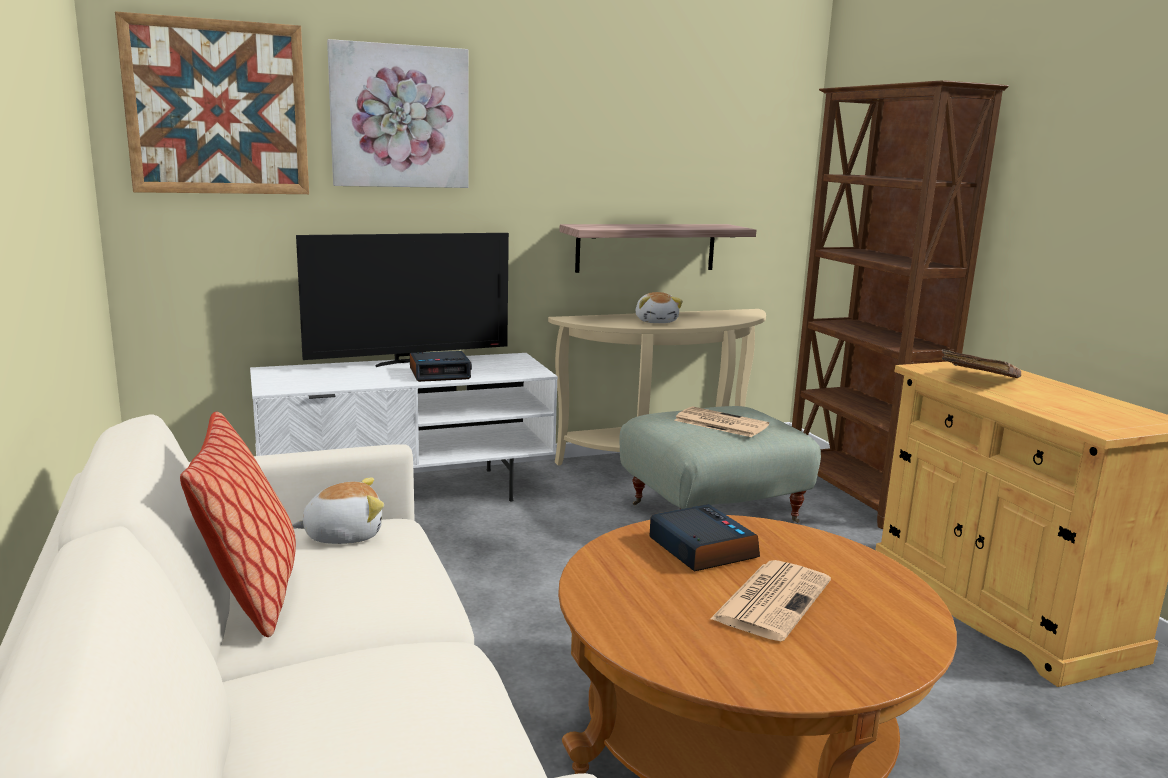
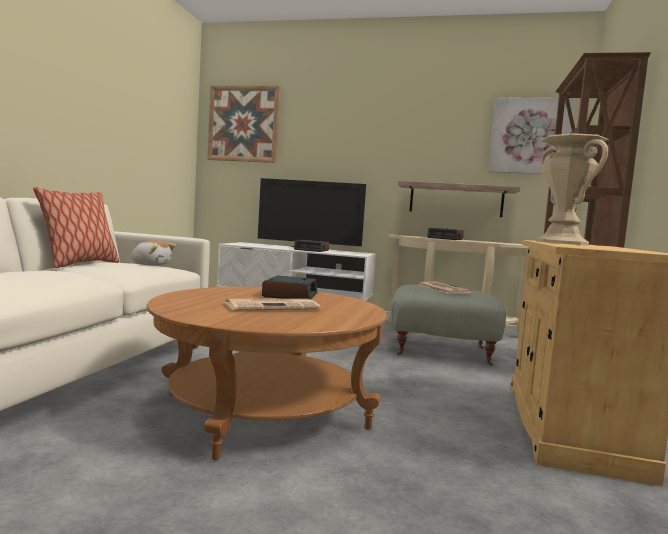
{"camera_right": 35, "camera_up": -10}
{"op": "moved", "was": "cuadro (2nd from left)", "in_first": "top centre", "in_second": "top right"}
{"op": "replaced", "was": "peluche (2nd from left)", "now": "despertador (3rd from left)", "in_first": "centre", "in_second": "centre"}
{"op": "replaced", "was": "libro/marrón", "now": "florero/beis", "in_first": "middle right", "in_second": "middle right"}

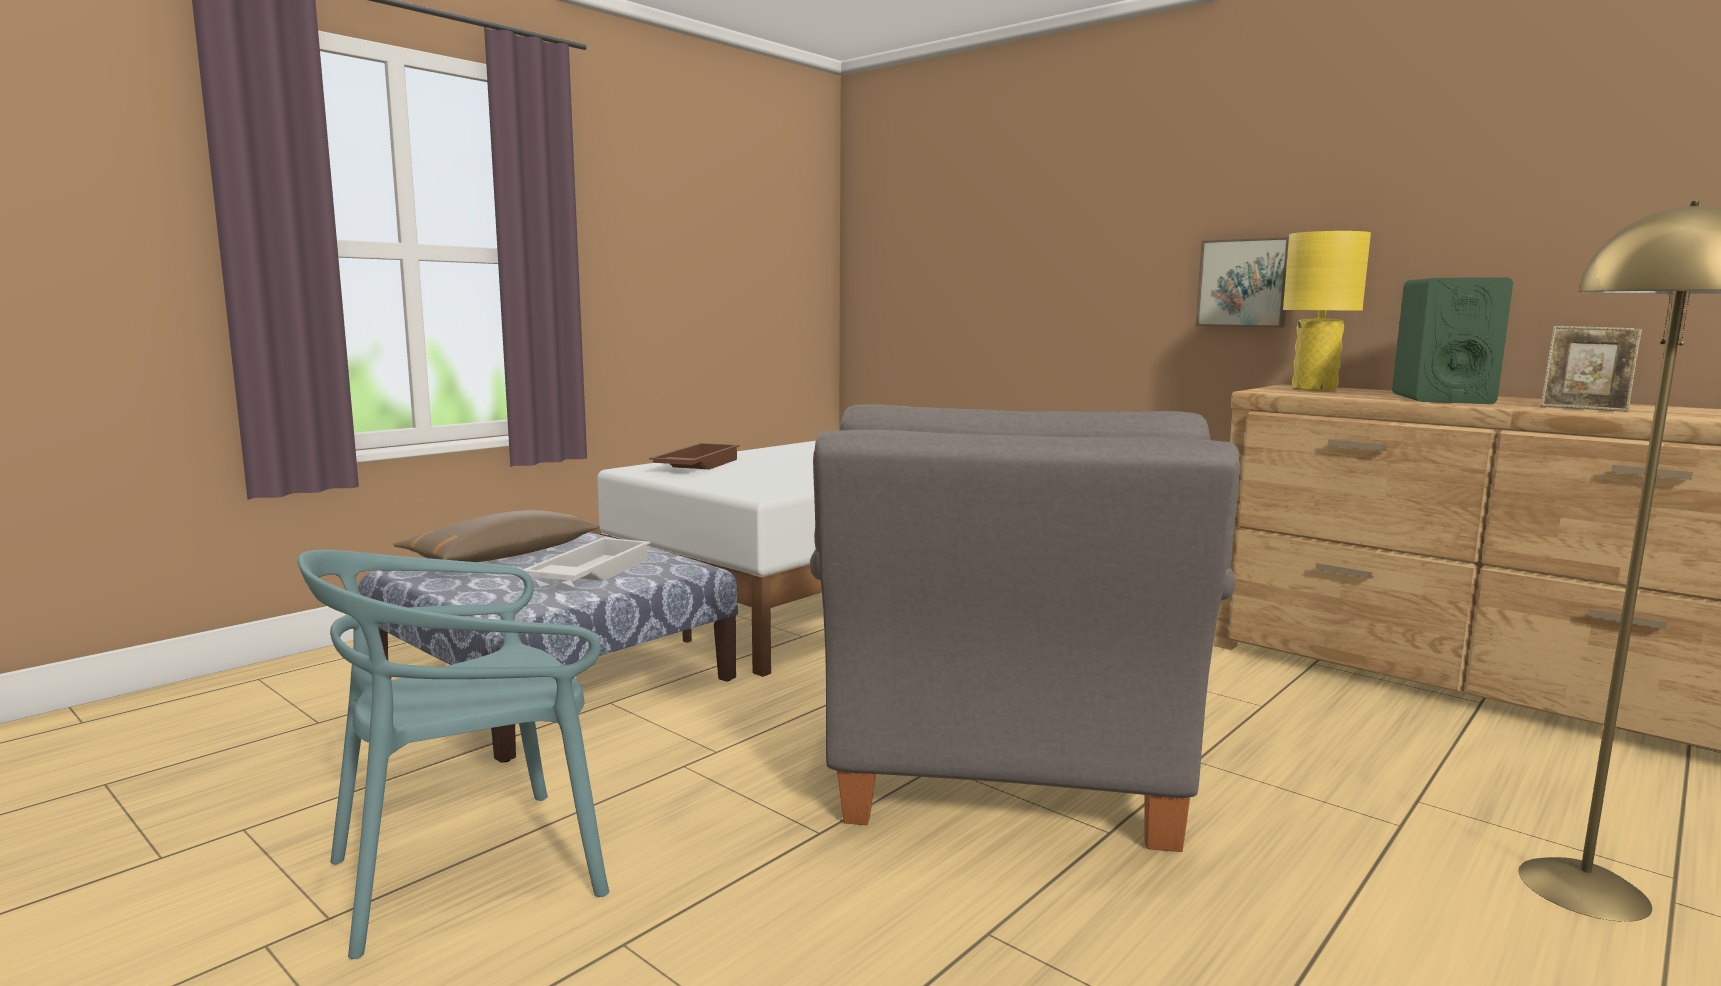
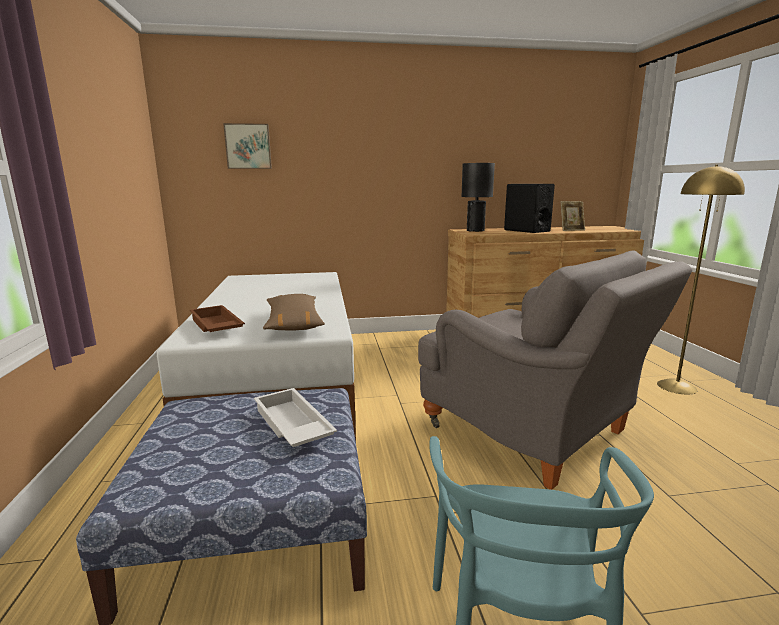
{"camera_right": -50, "camera_up": 5}
{"op": "recoloured", "was": "lámpara de mesa/amarillo", "now": "lámpara de mesa/negro", "in_first": "top right", "in_second": "top centre"}
{"op": "moved", "was": "cuadro", "in_first": "top right", "in_second": "top left"}
{"op": "recoloured", "was": "altavoz/verde", "now": "altavoz/negro", "in_first": "middle right", "in_second": "top right"}
{"op": "moved", "was": "cojín/marrón", "in_first": "middle left", "in_second": "centre"}

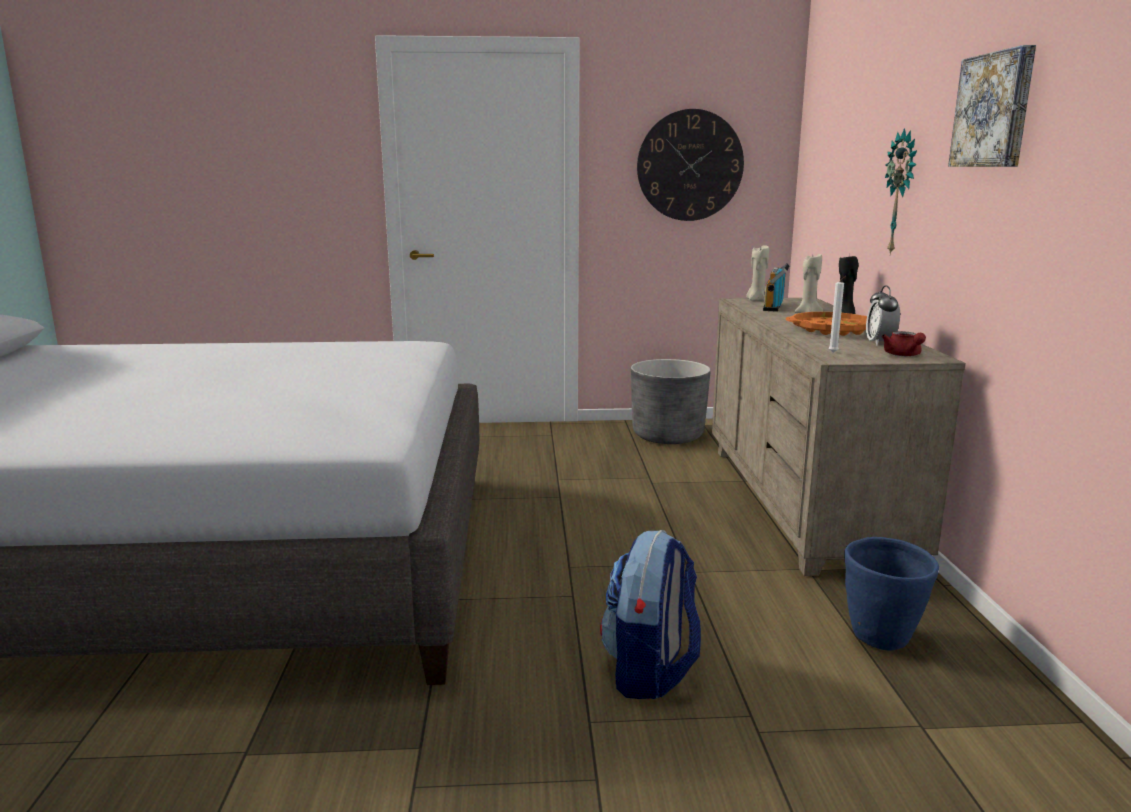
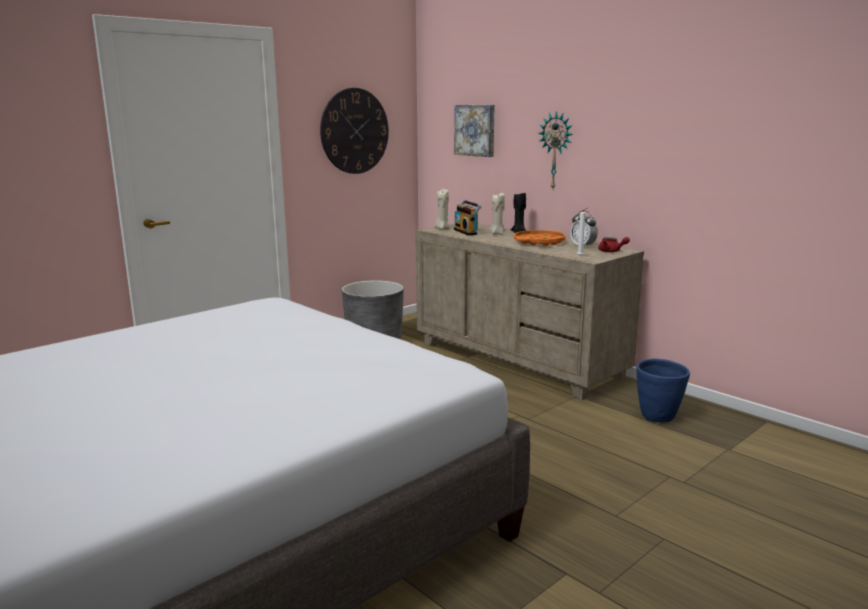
{"camera_right": -40, "camera_up": 0}
{"op": "moved", "was": "cuadro", "in_first": "top right", "in_second": "top centre"}
{"op": "removed", "was": "mochila", "in_first": "bottom centre"}

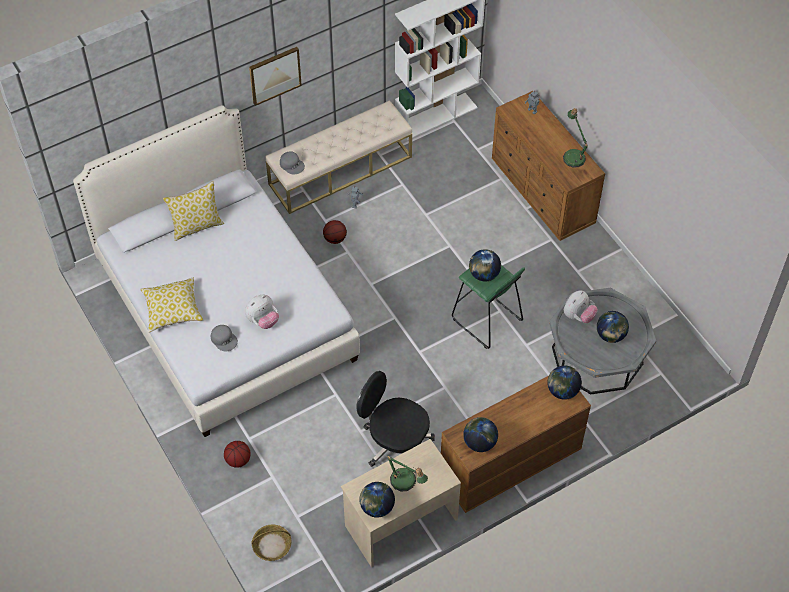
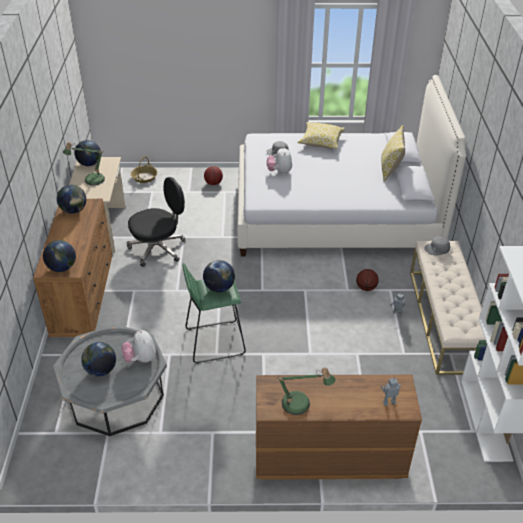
{"camera_right": 120, "camera_up": -15}
{"op": "removed", "was": "cuadro", "in_first": "top centre"}

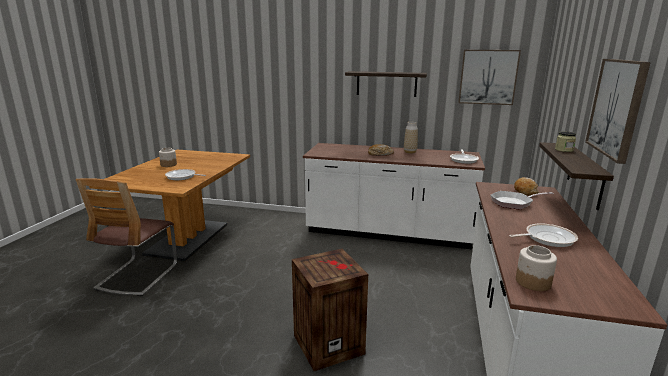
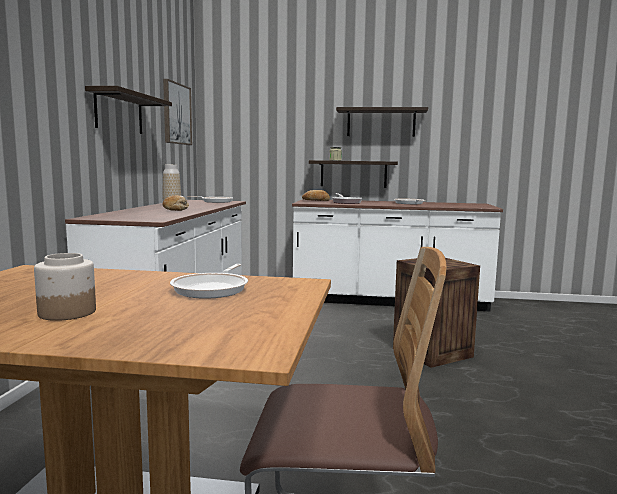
{"camera_right": -95, "camera_up": -10}
{"op": "replaced", "was": "cuadro (2nd from left)", "now": "estante (3rd from left)", "in_first": "top right", "in_second": "top centre"}
{"op": "removed", "was": "tarro (2nd from left)", "in_first": "bottom right"}

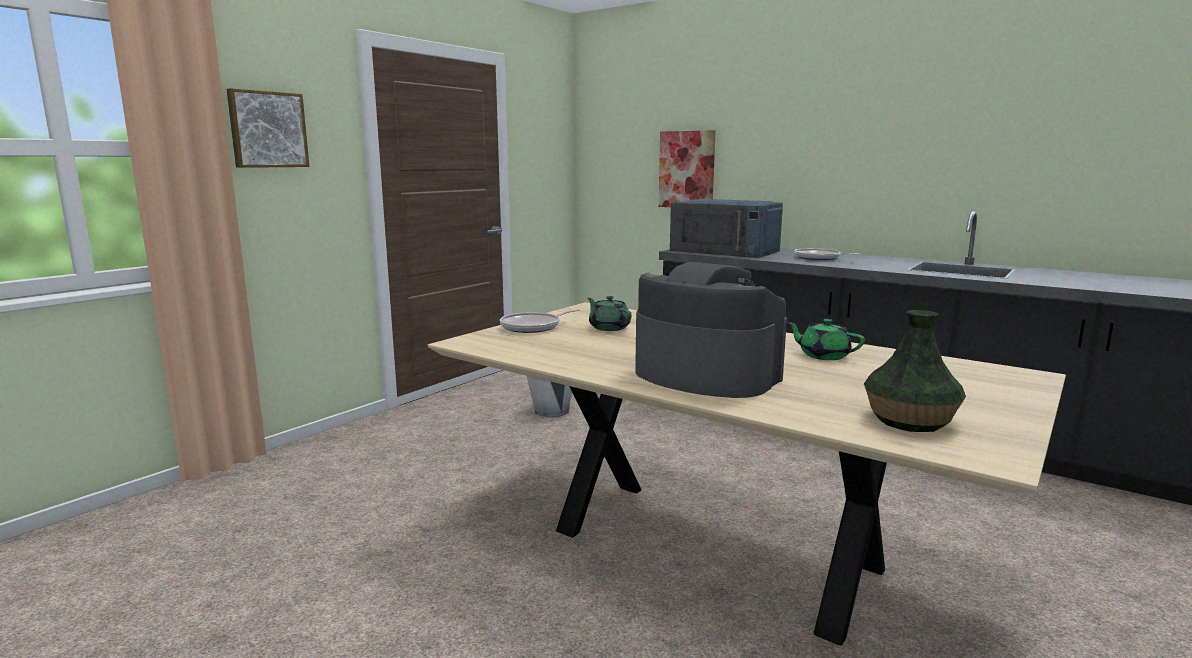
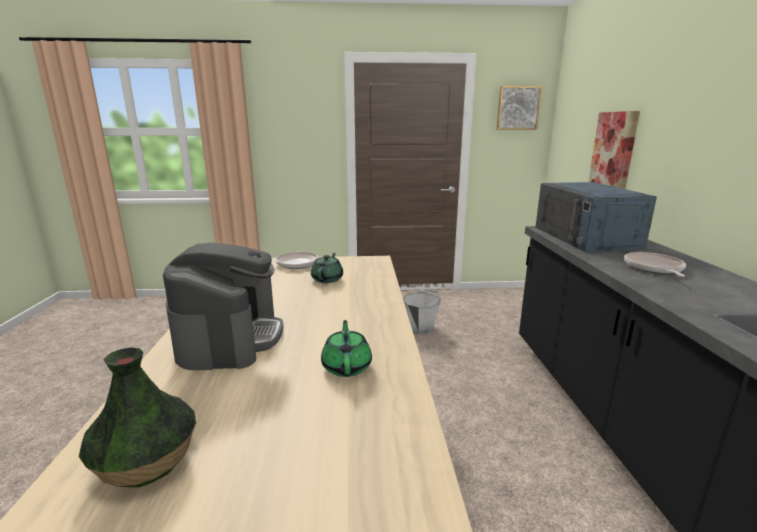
{"camera_right": 50, "camera_up": 5}
{"op": "moved", "was": "cuadro (1st from left)", "in_first": "top left", "in_second": "top right"}

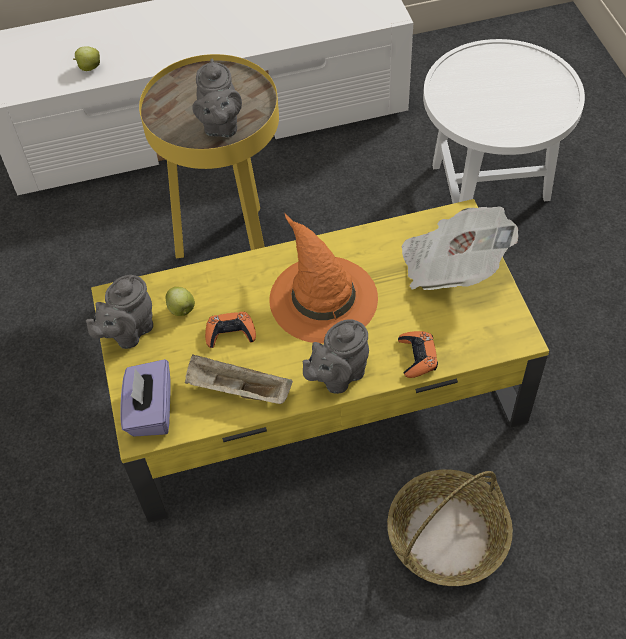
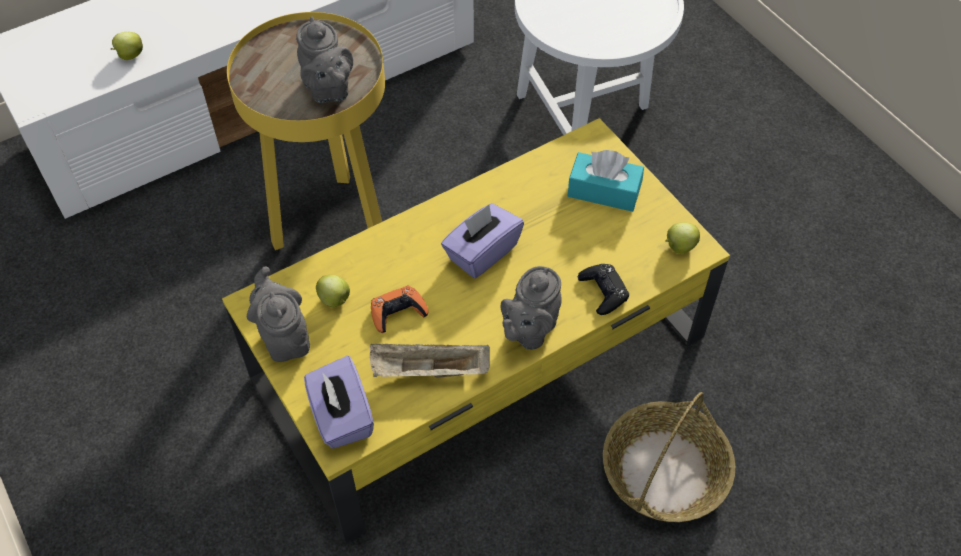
{"camera_right": -20, "camera_up": 0}
{"op": "replaced", "was": "periódico", "now": "caja de pañuelos/turquesa", "in_first": "middle right", "in_second": "top centre"}
{"op": "replaced", "was": "sombrero/naranja", "now": "caja de pañuelos/morado (2nd from left)", "in_first": "centre", "in_second": "centre"}
{"op": "turned", "was": "tetera/gris (1st from left)", "in_first": "middle left", "in_second": "middle left", "clockwise": 135}
{"op": "recoloured", "was": "mando de consola/naranja (2nd from left)", "now": "mando de consola/negro", "in_first": "middle right", "in_second": "centre"}
{"op": "added", "now": "manzana (3rd from left)", "in_second": "middle right"}

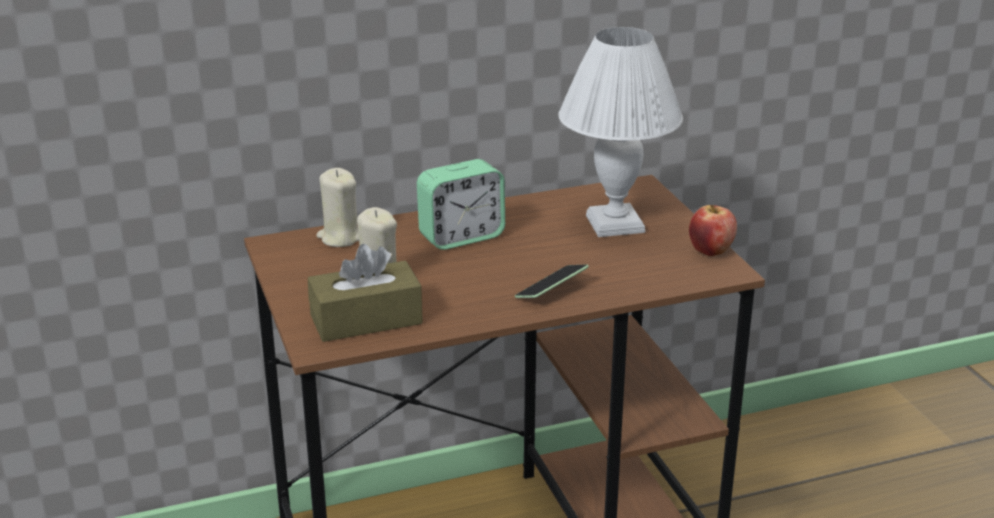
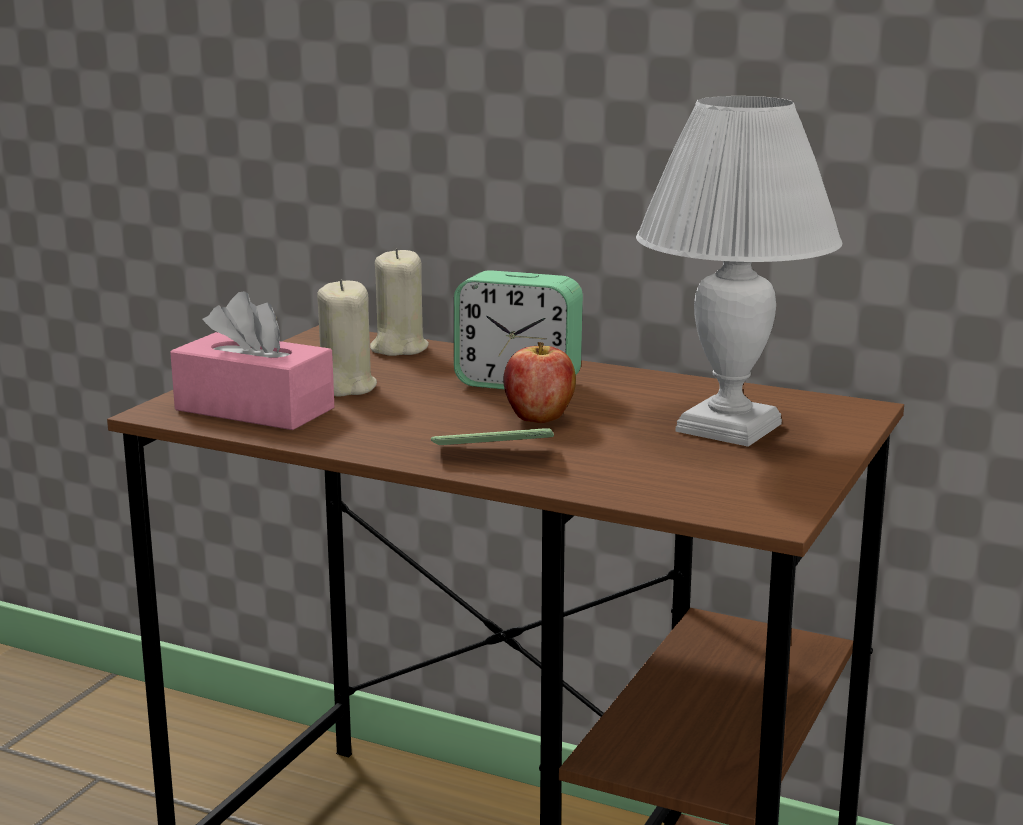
{"camera_right": 45, "camera_up": -10}
{"op": "moved", "was": "manzana", "in_first": "middle right", "in_second": "centre"}
{"op": "recoloured", "was": "caja de pañuelos/marrón", "now": "caja de pañuelos/rosa", "in_first": "centre", "in_second": "middle left"}

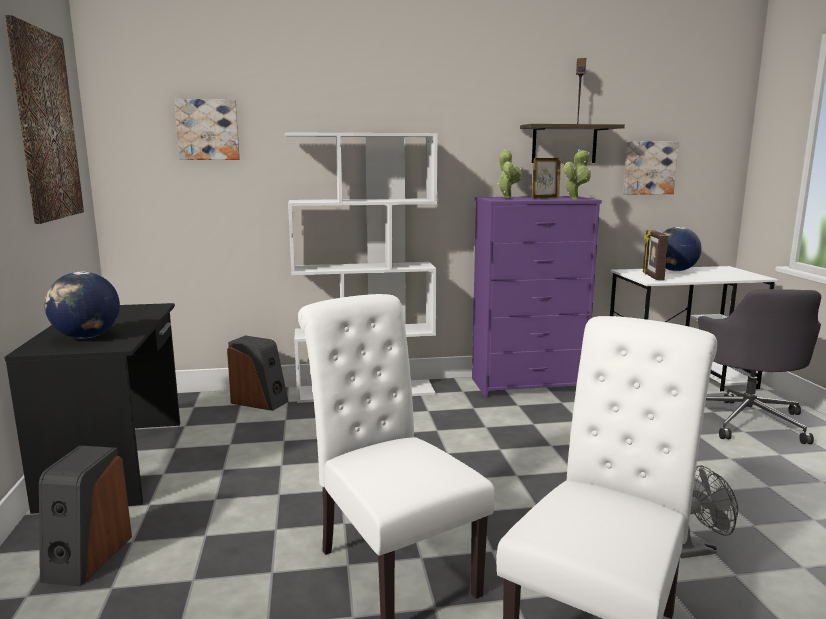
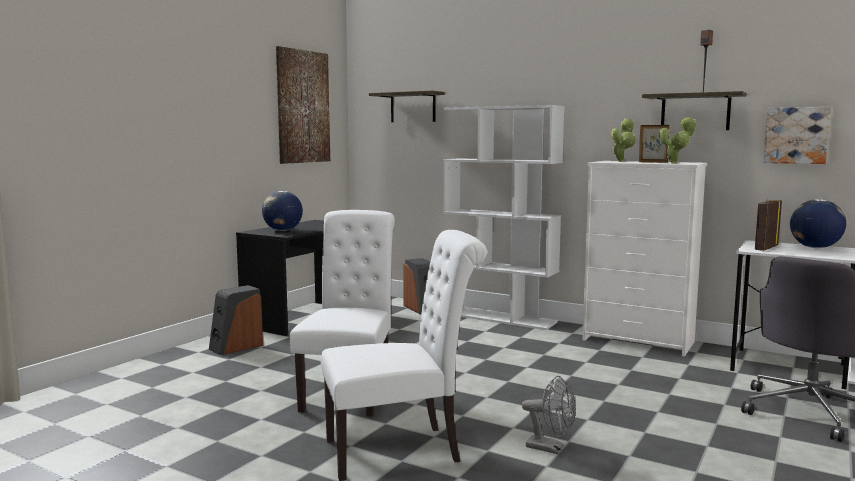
{"camera_right": 40, "camera_up": -5}
{"op": "replaced", "was": "cuadro (2nd from left)", "now": "estante (1st from left)", "in_first": "top left", "in_second": "top centre"}
{"op": "recoloured", "was": "cómoda/morado", "now": "cómoda/blanco", "in_first": "centre", "in_second": "middle right"}

